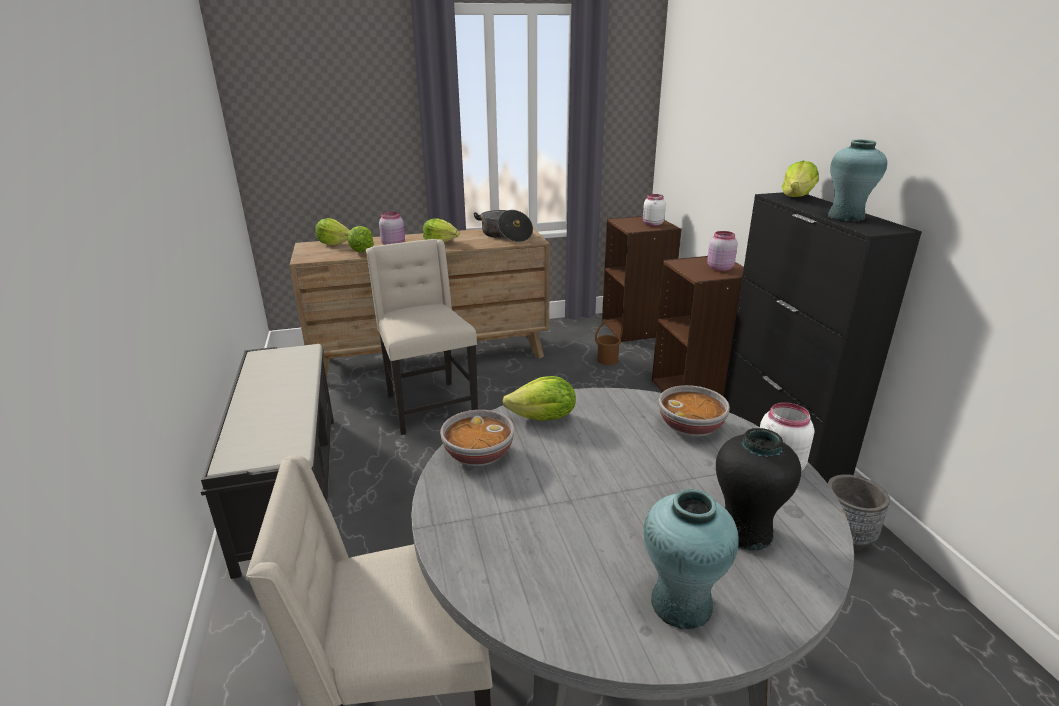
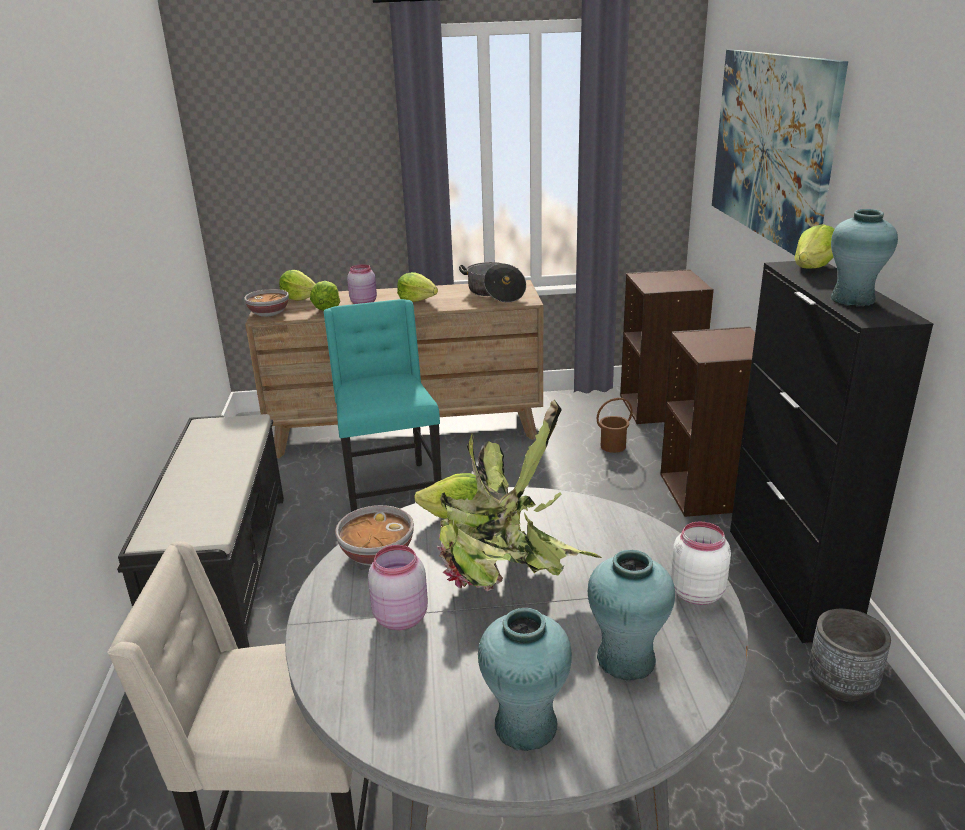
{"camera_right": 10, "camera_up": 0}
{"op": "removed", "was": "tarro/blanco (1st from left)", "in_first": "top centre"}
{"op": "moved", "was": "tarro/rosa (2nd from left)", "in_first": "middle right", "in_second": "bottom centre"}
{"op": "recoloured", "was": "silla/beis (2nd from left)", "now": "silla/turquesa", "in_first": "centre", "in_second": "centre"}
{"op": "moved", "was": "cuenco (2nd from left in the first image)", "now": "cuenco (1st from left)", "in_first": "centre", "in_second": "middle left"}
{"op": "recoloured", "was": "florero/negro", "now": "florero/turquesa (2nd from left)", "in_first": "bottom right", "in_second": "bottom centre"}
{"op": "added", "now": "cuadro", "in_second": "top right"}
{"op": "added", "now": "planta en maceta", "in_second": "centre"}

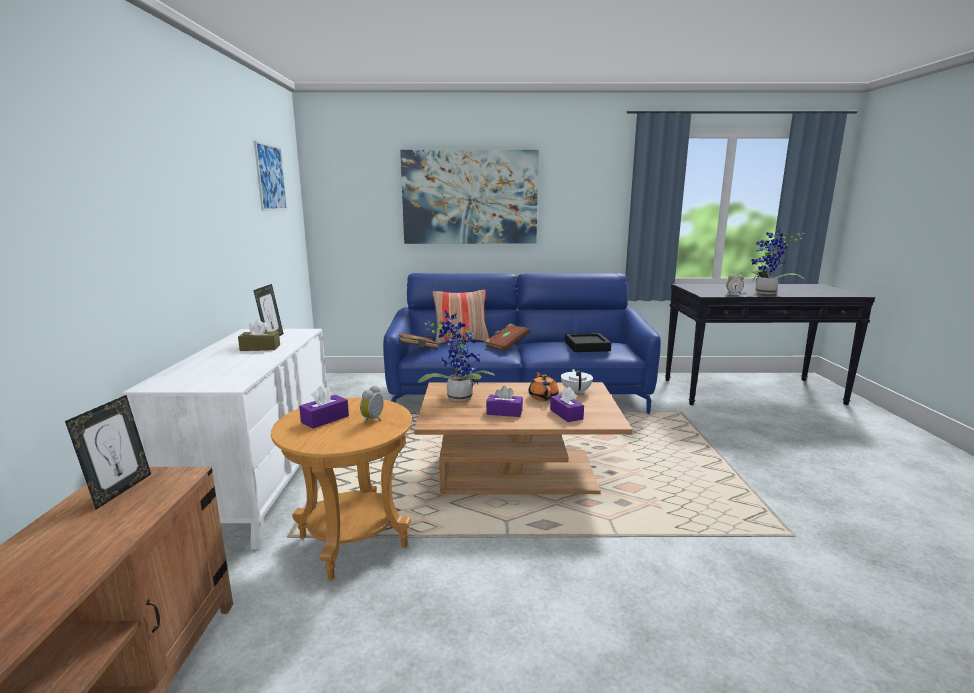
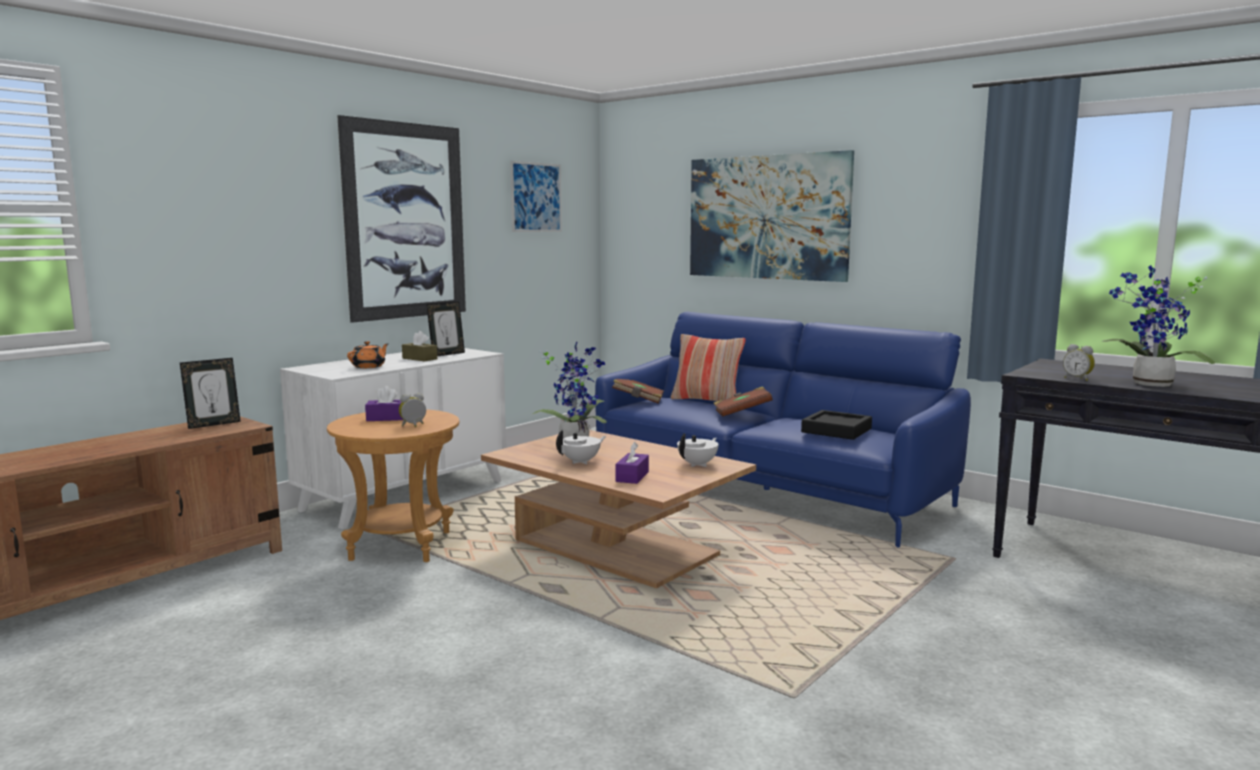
{"camera_right": 40, "camera_up": -5}
{"op": "moved", "was": "tetera/naranja", "in_first": "centre", "in_second": "middle left"}
{"op": "replaced", "was": "caja de pañuelos/morado (2nd from left)", "now": "tetera/blanco (1st from left)", "in_first": "centre", "in_second": "centre"}
{"op": "added", "now": "cuadro (1st from left)", "in_second": "top left"}

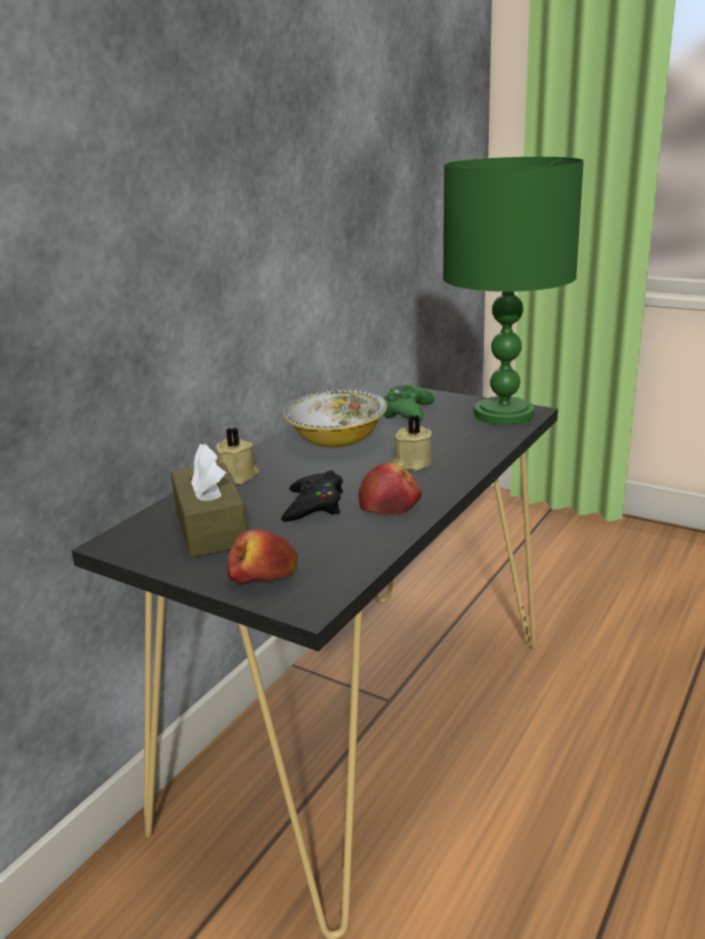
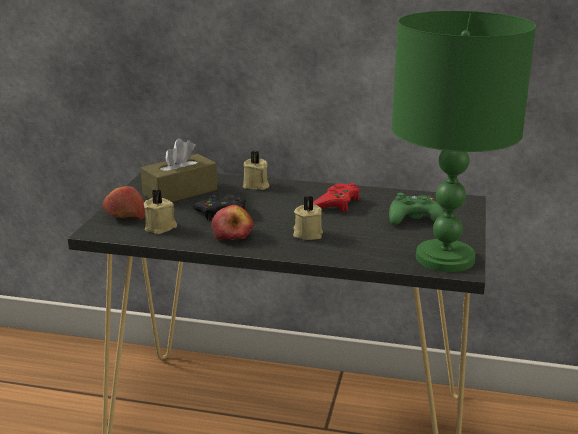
{"camera_right": 70, "camera_up": 0}
{"op": "replaced", "was": "cuenco", "now": "mando de consola/rojo", "in_first": "centre", "in_second": "centre"}
{"op": "added", "now": "vela/beis (1st from left)", "in_second": "middle left"}

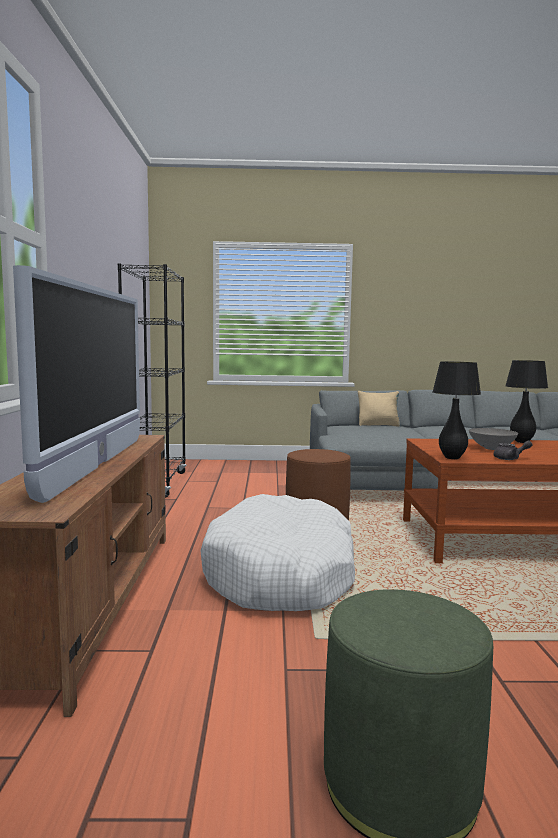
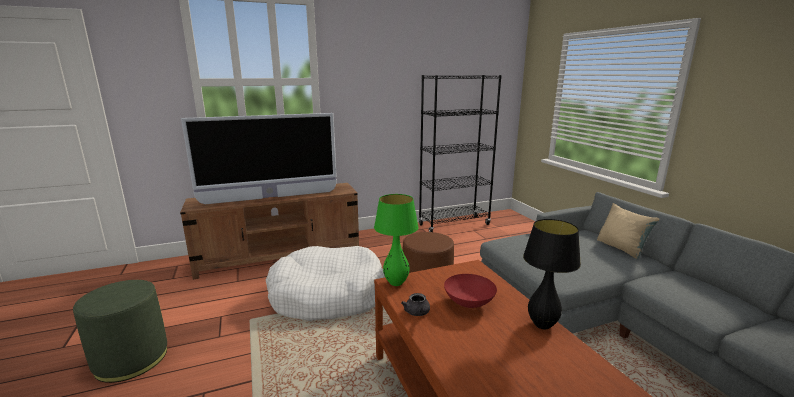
{"camera_right": 70, "camera_up": 10}
{"op": "recoloured", "was": "lámpara de mesa/negro (1st from left)", "now": "lámpara de mesa/verde", "in_first": "middle right", "in_second": "centre"}
{"op": "recoloured", "was": "cuenco/gris", "now": "cuenco/rojo", "in_first": "middle right", "in_second": "bottom centre"}

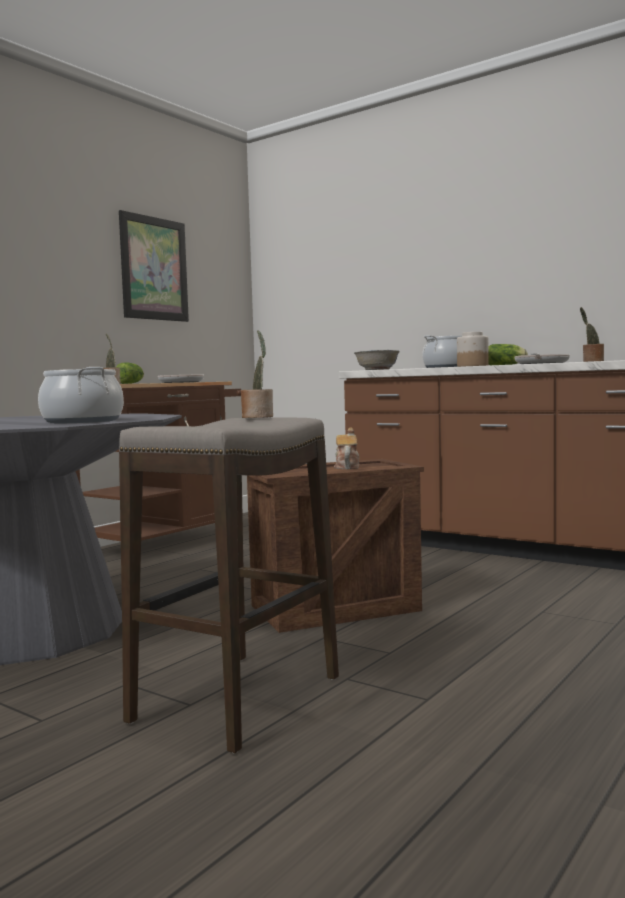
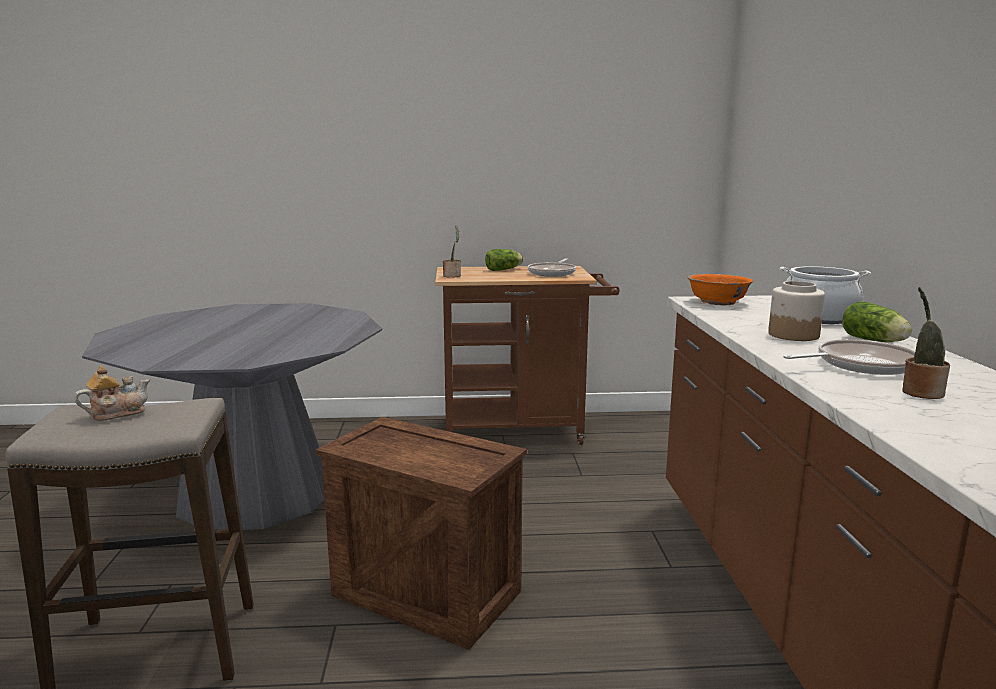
{"camera_right": 50, "camera_up": 10}
{"op": "removed", "was": "cuadro", "in_first": "top left"}
{"op": "removed", "was": "planta en maceta (2nd from left)", "in_first": "centre"}
{"op": "recoloured", "was": "cuenco/blanco", "now": "cuenco/naranja", "in_first": "centre", "in_second": "middle right"}
{"op": "removed", "was": "olla (1st from left)", "in_first": "middle left"}
{"op": "moved", "was": "tetera", "in_first": "centre", "in_second": "middle left"}

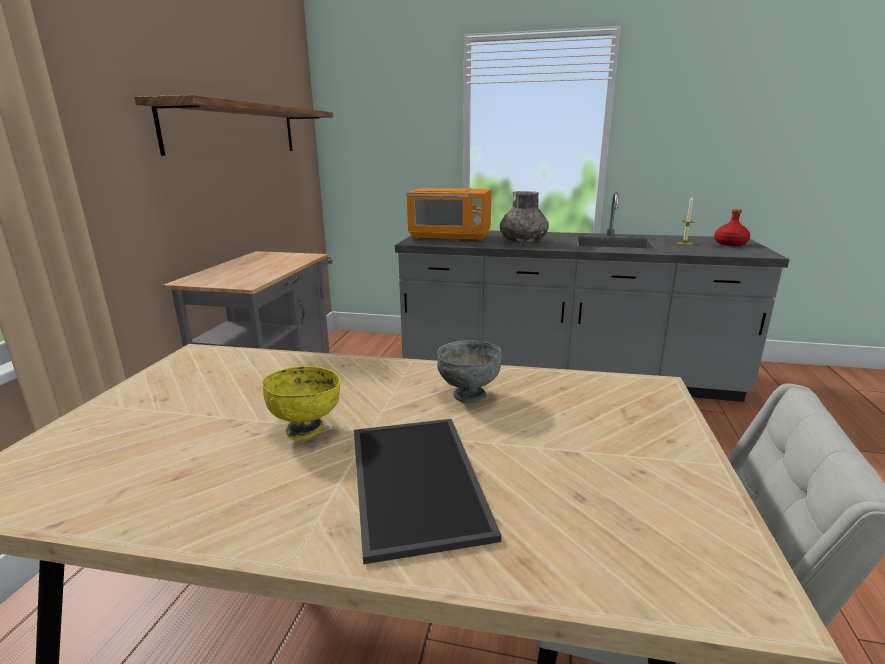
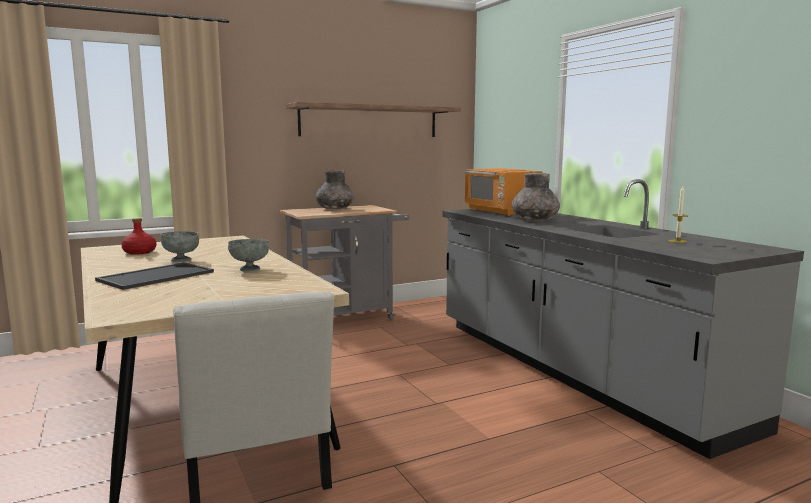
{"camera_right": 50, "camera_up": -10}
{"op": "moved", "was": "botella/rojo", "in_first": "middle right", "in_second": "middle left"}
{"op": "recoloured", "was": "cuenco/amarillo", "now": "cuenco/gris (1st from left)", "in_first": "centre", "in_second": "middle left"}
{"op": "added", "now": "florero/gris (1st from left)", "in_second": "centre"}

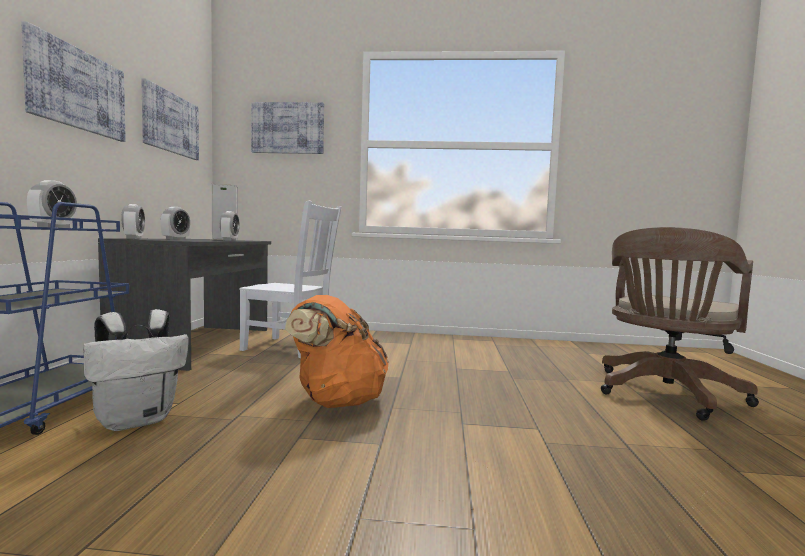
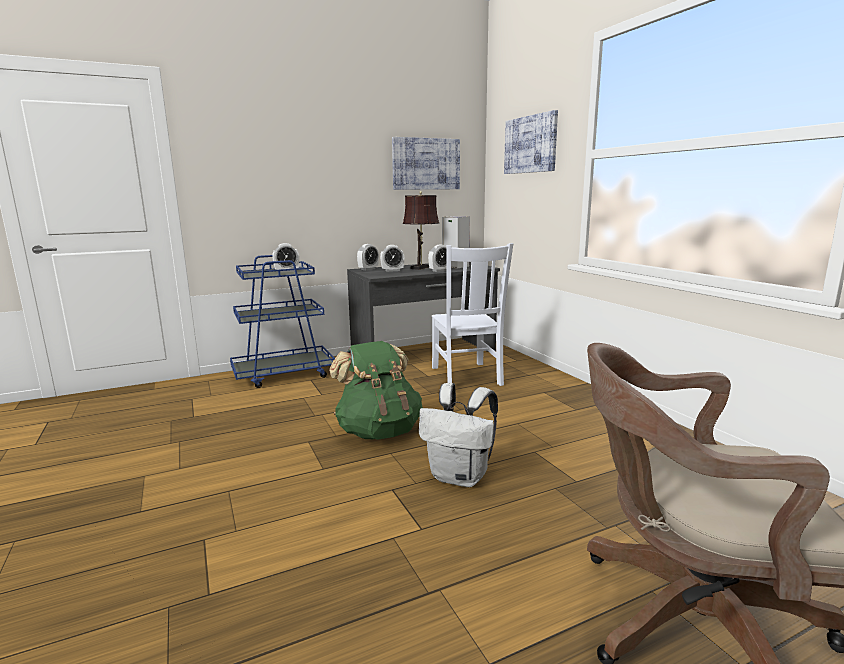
{"camera_right": 60, "camera_up": 10}
{"op": "removed", "was": "cuadro (1st from left)", "in_first": "top left"}
{"op": "recoloured", "was": "mochila/naranja", "now": "mochila/verde", "in_first": "centre", "in_second": "centre"}
{"op": "moved", "was": "mochila/blanco", "in_first": "middle left", "in_second": "centre"}
{"op": "added", "now": "lámpara de mesa/marrón", "in_second": "centre"}

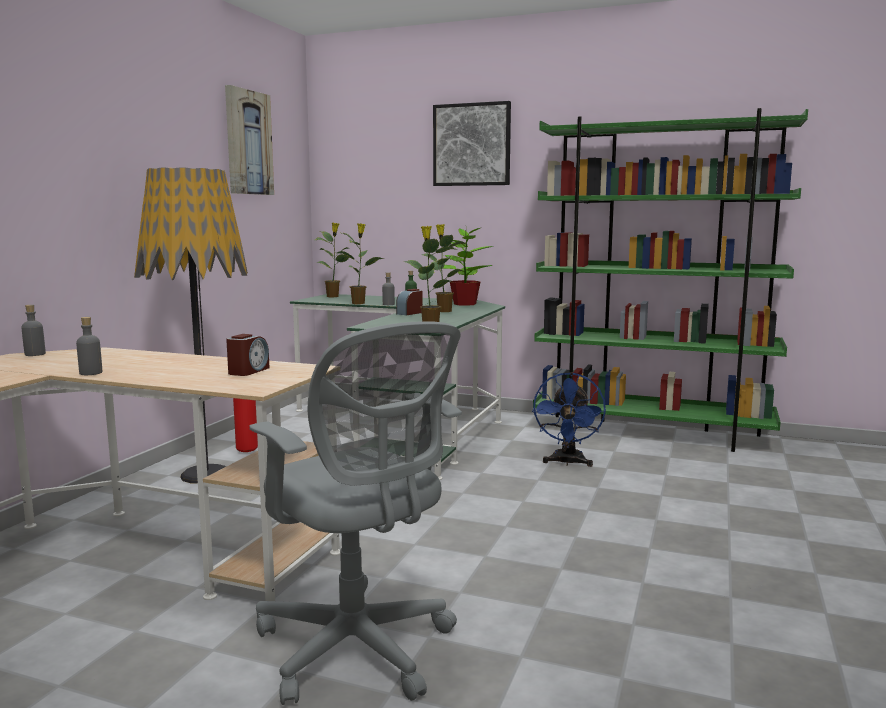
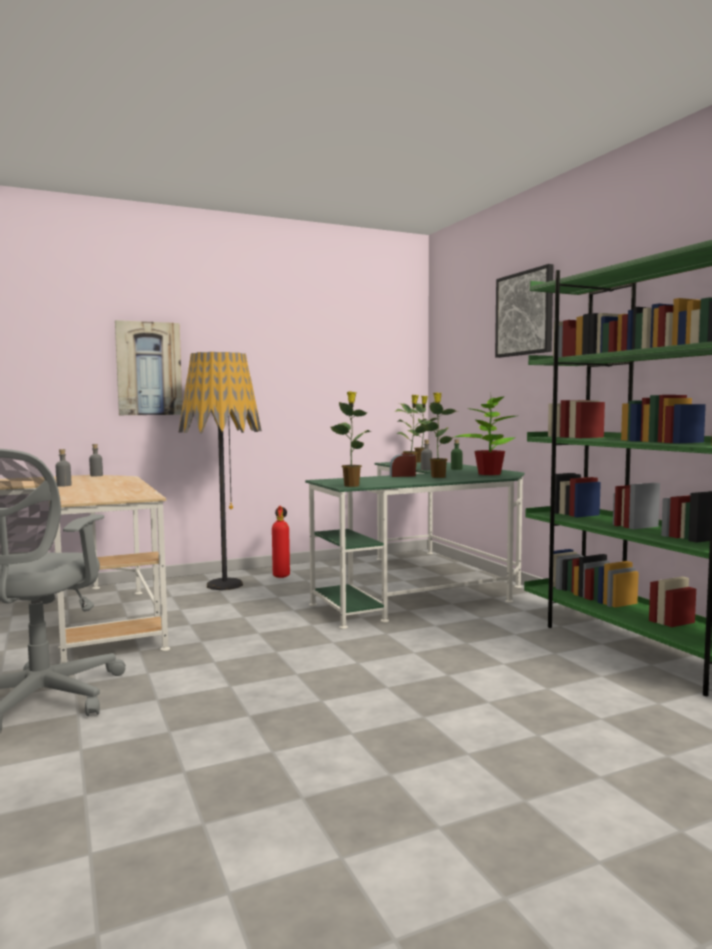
{"camera_right": 45, "camera_up": -5}
{"op": "moved", "was": "cuadro (1st from left)", "in_first": "top left", "in_second": "middle left"}
{"op": "removed", "was": "despertador (1st from left)", "in_first": "middle left"}
{"op": "removed", "was": "ventilador/azul", "in_first": "centre"}

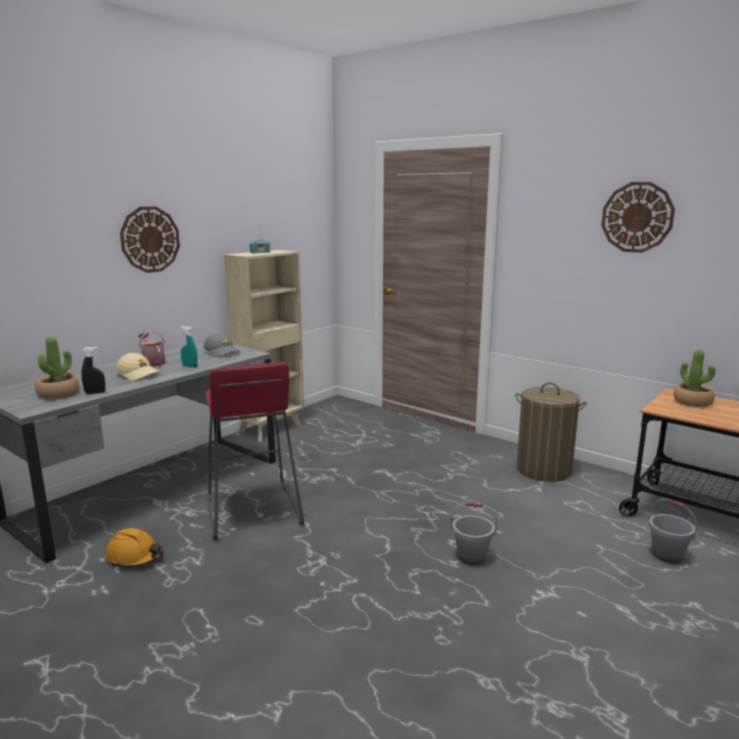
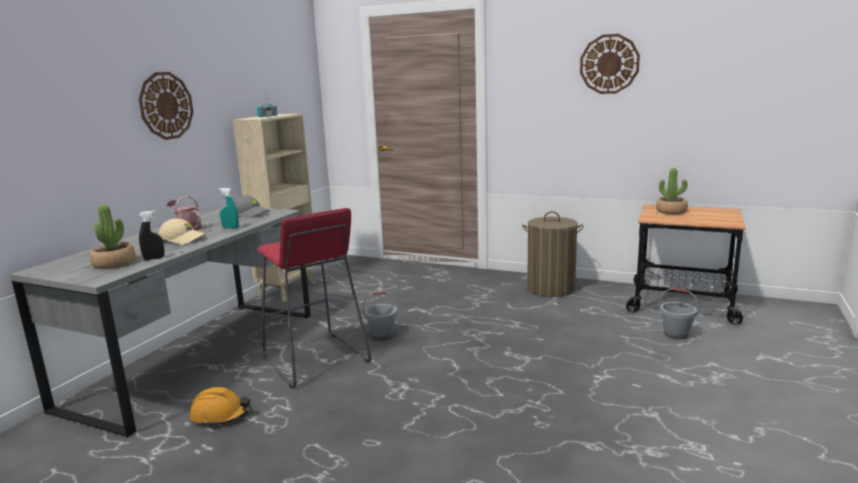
{"camera_right": -15, "camera_up": 0}
{"op": "moved", "was": "cubo/gris (1st from left)", "in_first": "bottom centre", "in_second": "centre"}

